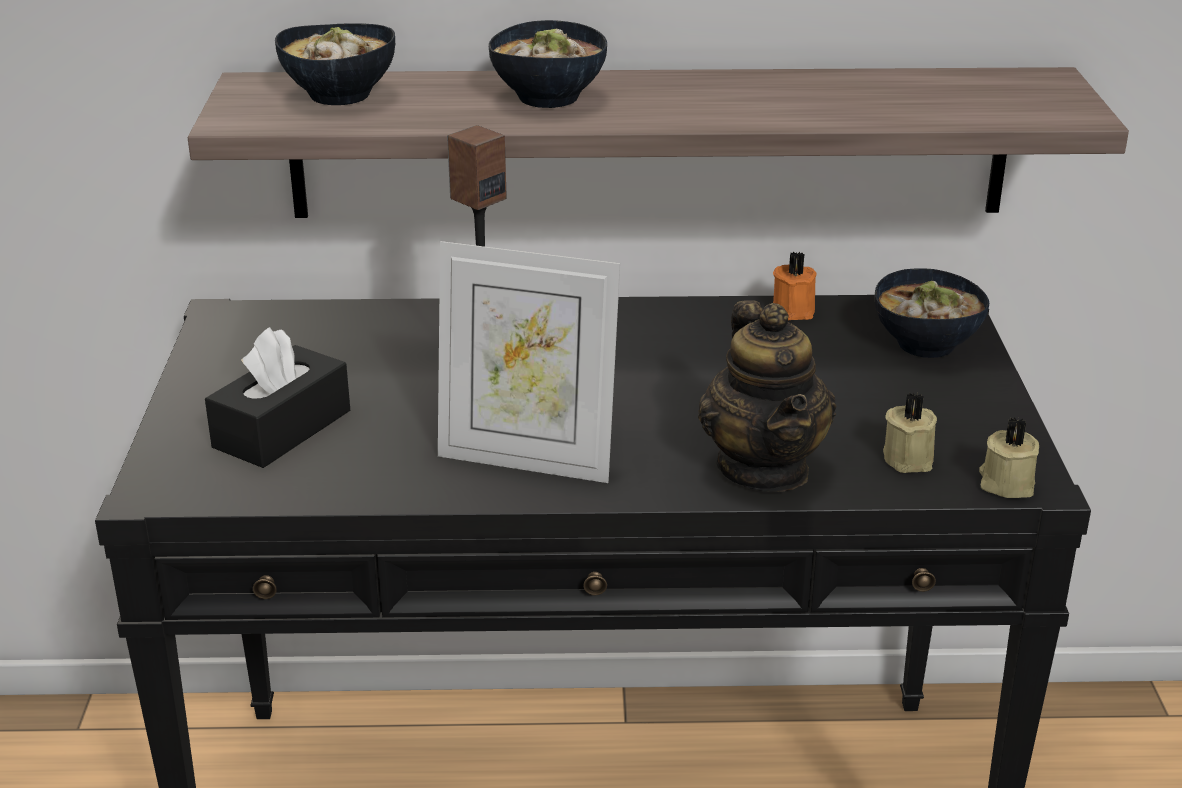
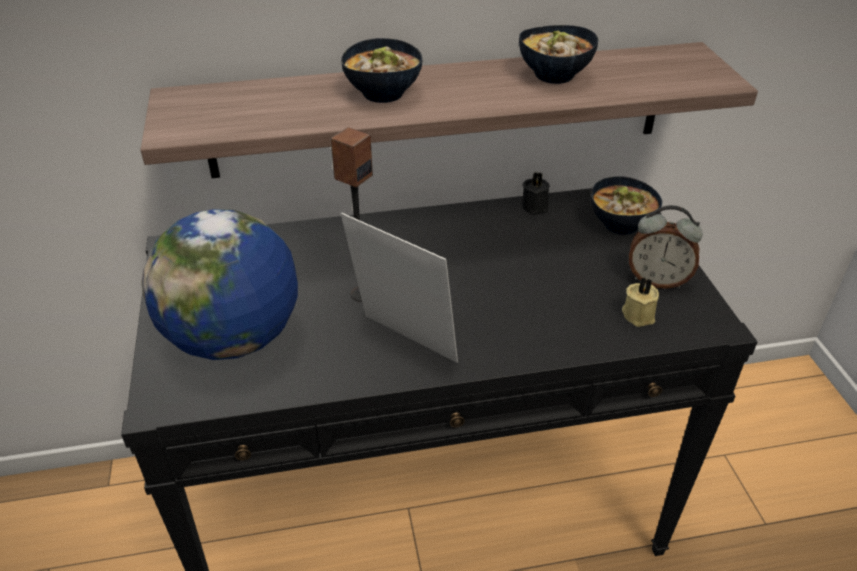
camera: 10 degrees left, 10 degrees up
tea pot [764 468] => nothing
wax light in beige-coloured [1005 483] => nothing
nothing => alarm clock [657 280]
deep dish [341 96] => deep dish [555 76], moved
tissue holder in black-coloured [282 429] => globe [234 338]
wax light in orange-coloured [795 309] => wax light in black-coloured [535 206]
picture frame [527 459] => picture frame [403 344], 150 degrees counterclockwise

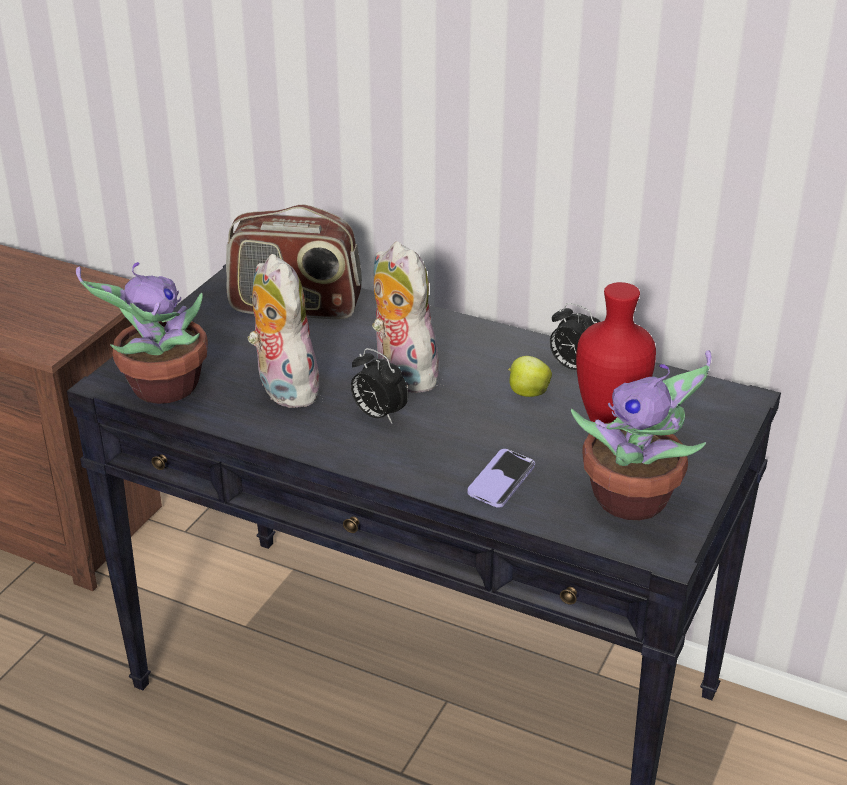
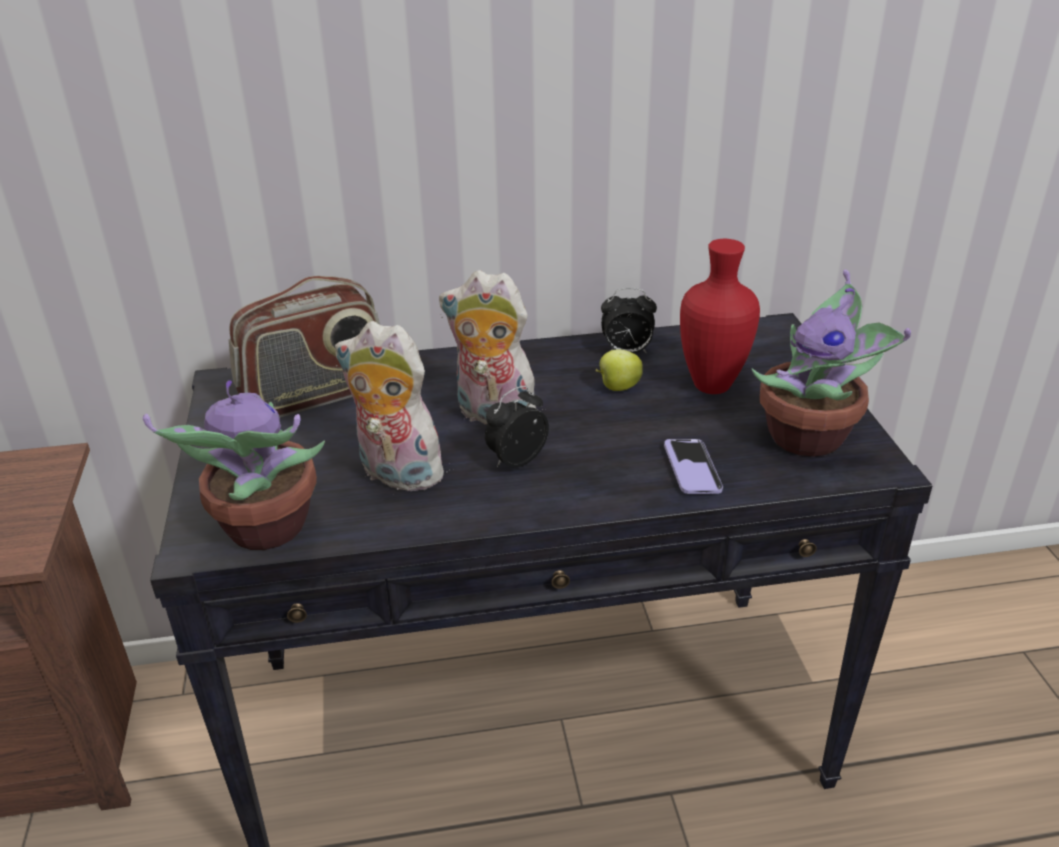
camera: 35 degrees left, 0 degrees up
alarm clock [378 415] => alarm clock [516 460], 135 degrees clockwise

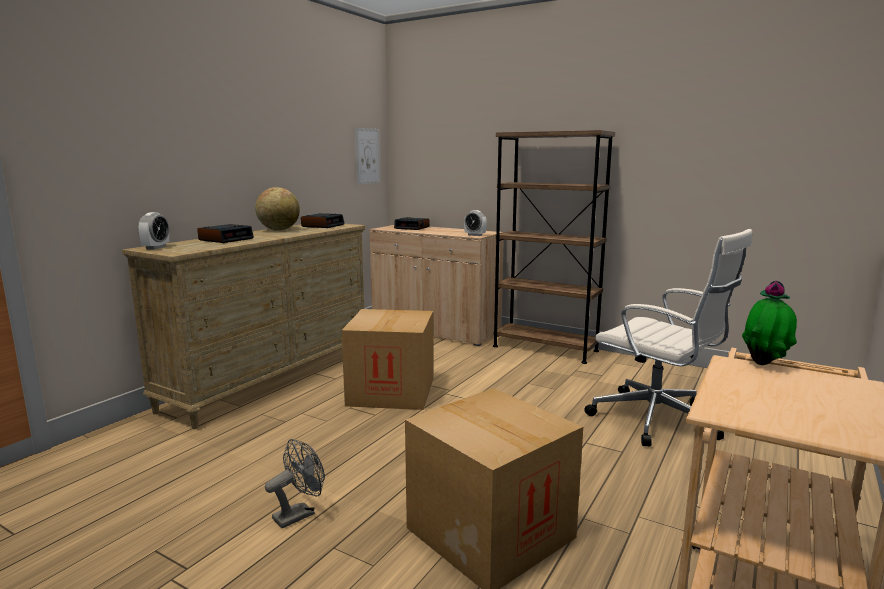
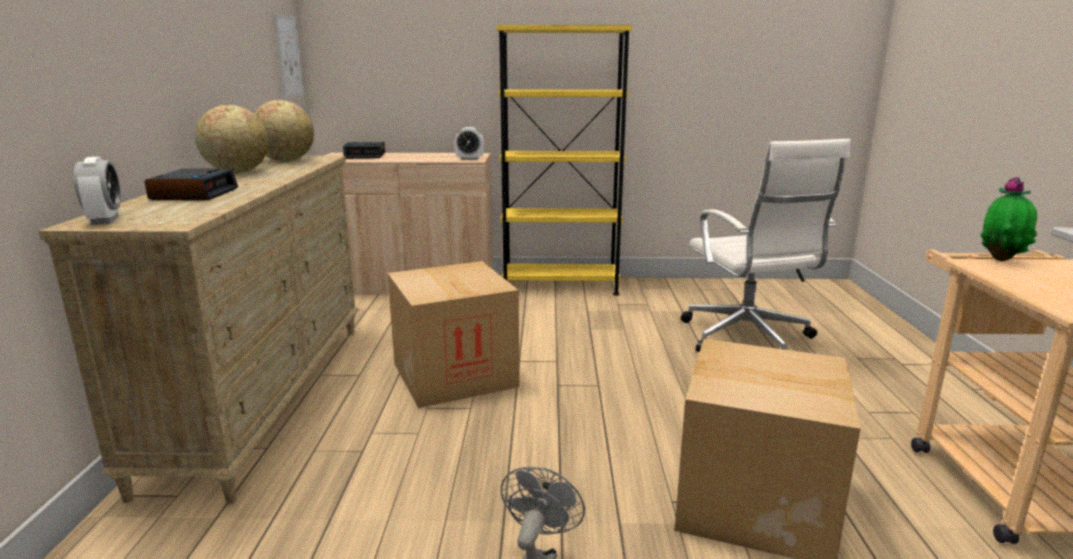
camera: 30 degrees left, 5 degrees up
alarm clock [322 225] => globe [285 161]
bookshelf in brownish [545 348] => bookshelf in yellow [560 286]
office chair in whitish [658 420] => office chair in whitish [747 339], 60 degrees clockwise

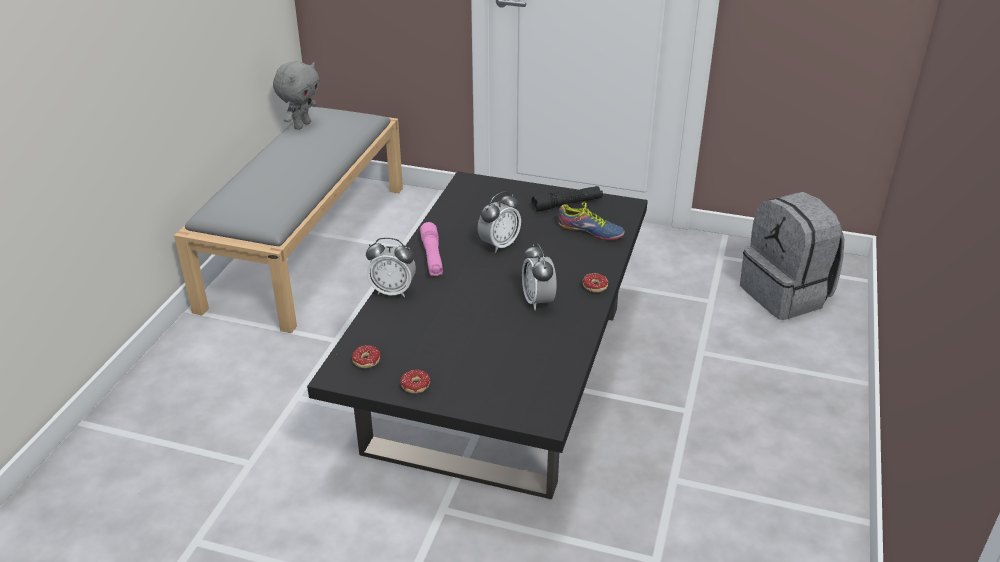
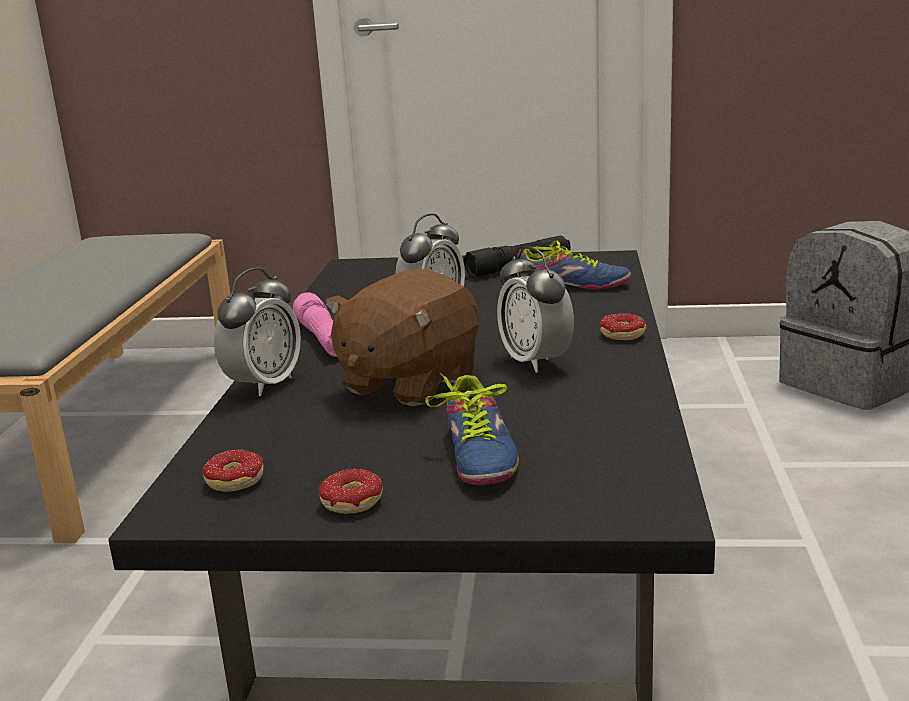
camera: 10 degrees left, 15 degrees down
plush toy in gray [302 125] => nothing
nothing => plush toy in brownish [408 383]
nothing => shoe [473 455]
alarm clock [393 291] => alarm clock [264 385], 60 degrees counterclockwise

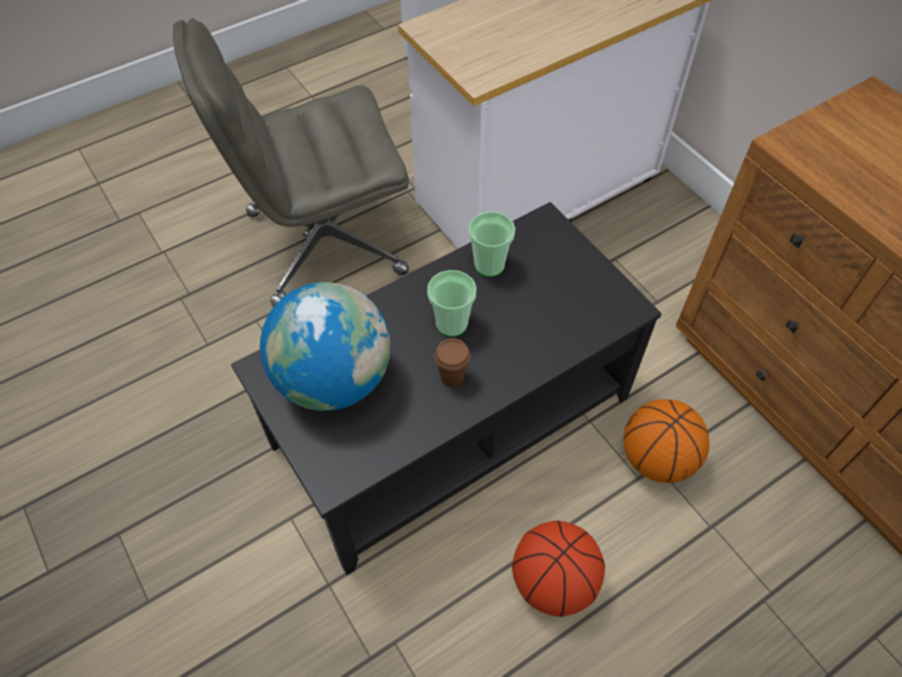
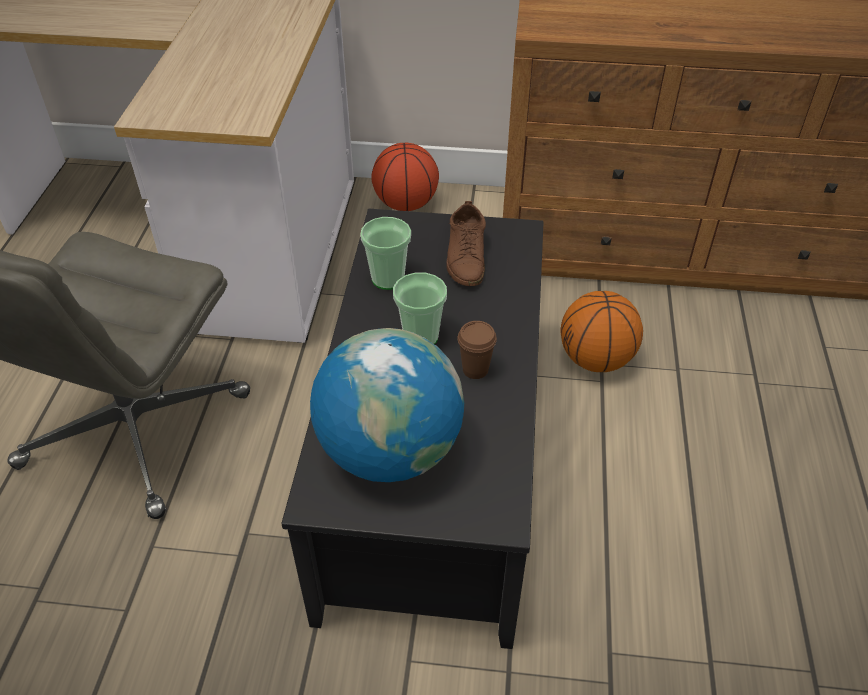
camera: 50 degrees left, 10 degrees down
nothing => shoe in brownish [466 256]
basketball ball [553 581] => basketball ball [405 204], moved

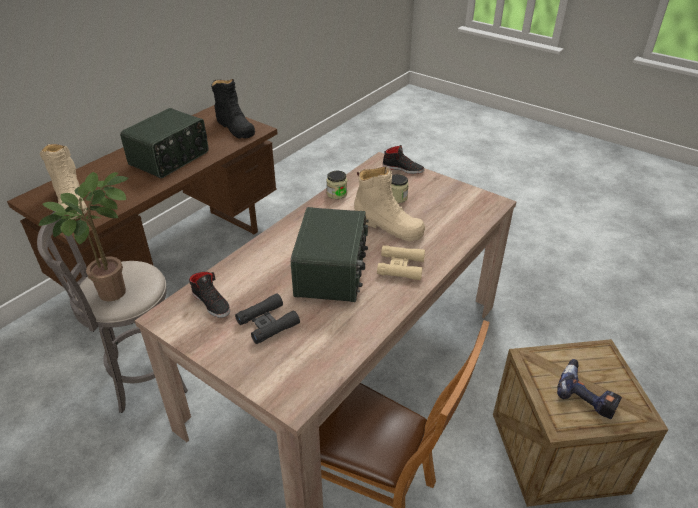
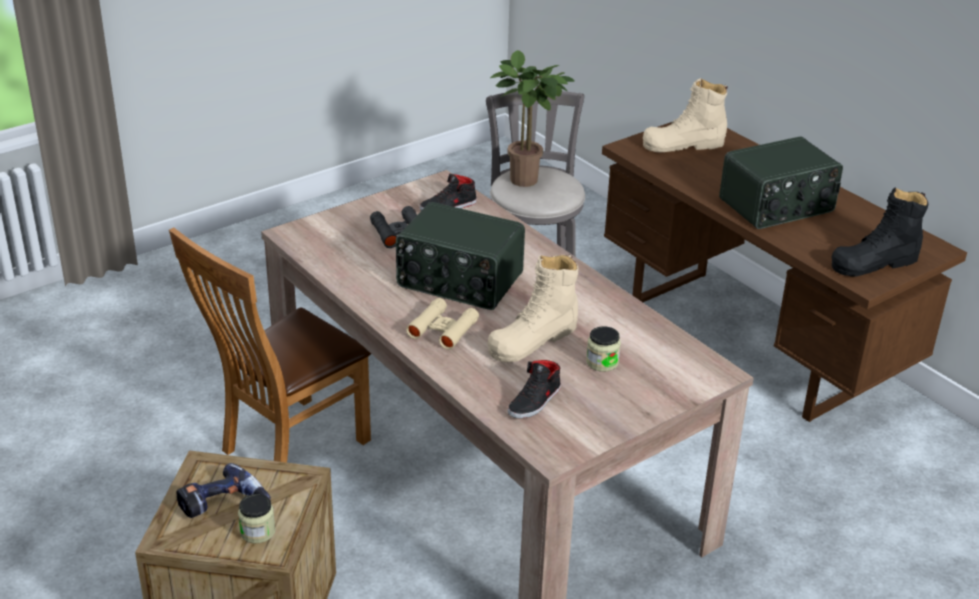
camera: 105 degrees right, 5 degrees down
preserve jar [337 193] => preserve jar [257 532], moved
shoe in black-coloured [403 168] => shoe in black-coloured [535 402], moved
radio [170 159] => radio [777 206], 75 degrees counterclockwise

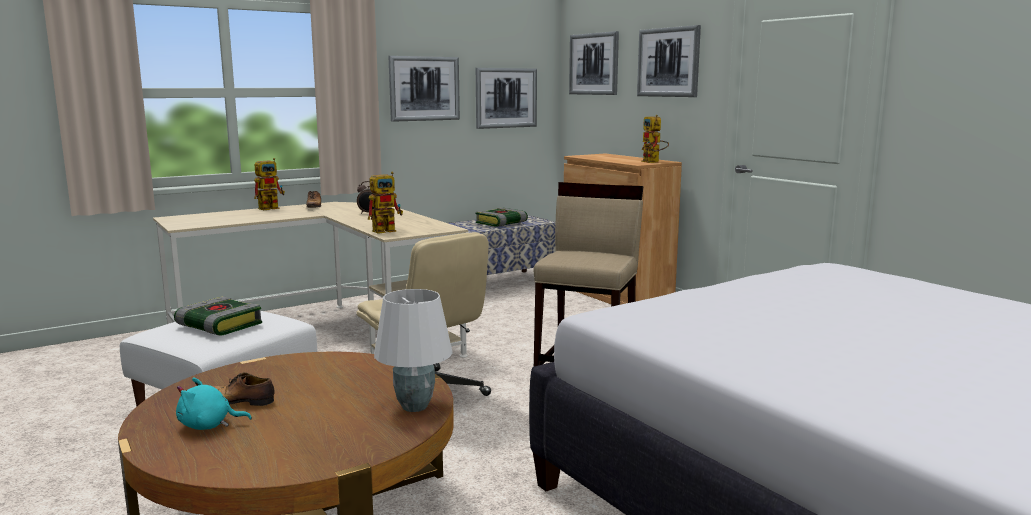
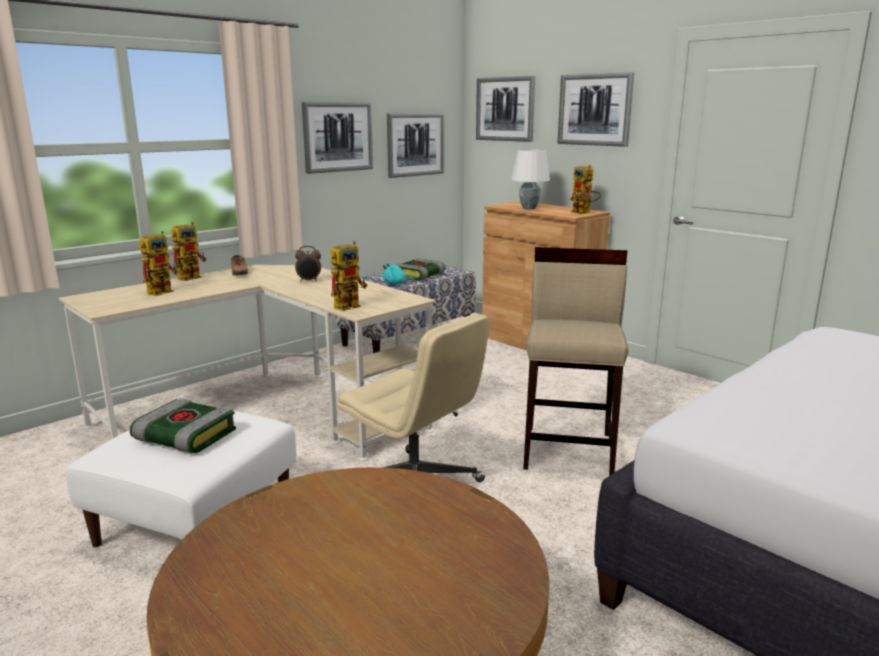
camera: 10 degrees left, 5 degrees up
shoe [239 401] => nothing
nothing => robot figure [163 291]
plush toy in blue-green [209 425] => plush toy in blue-green [395 284], moved
table lamp in whitish [415 407] => table lamp in whitish [529 208], moved

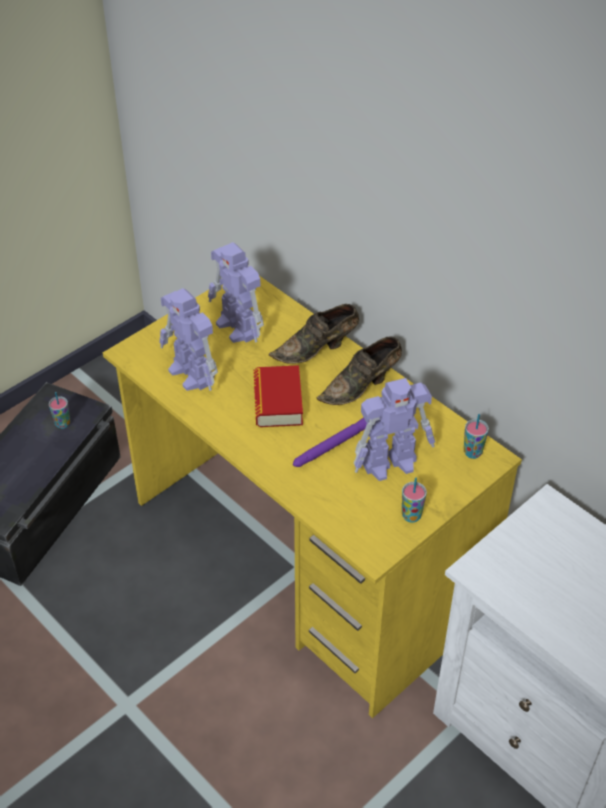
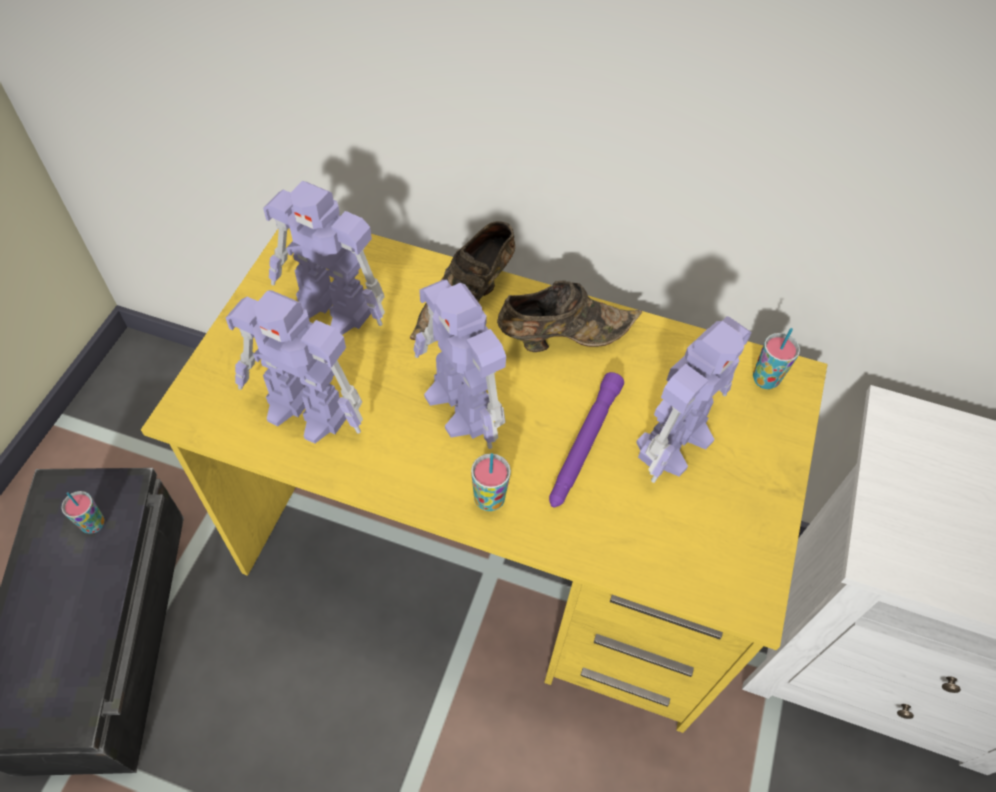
camera: 30 degrees left, 10 degrees up
drinking cup [411 516] => drinking cup [489 499], moved
volume [278 402] => robot figure [462 407]
shoe in brownish [362 386] => shoe in brownish [562 337], 135 degrees counterclockwise

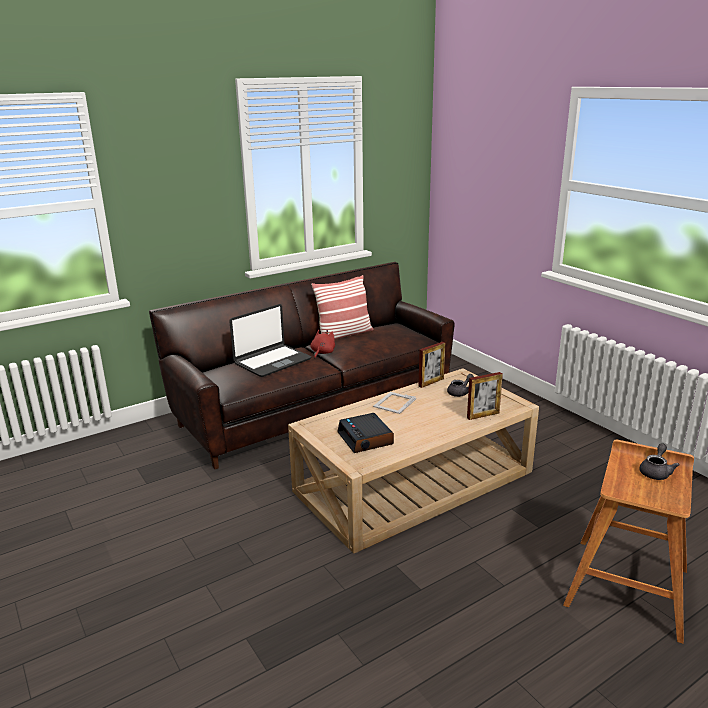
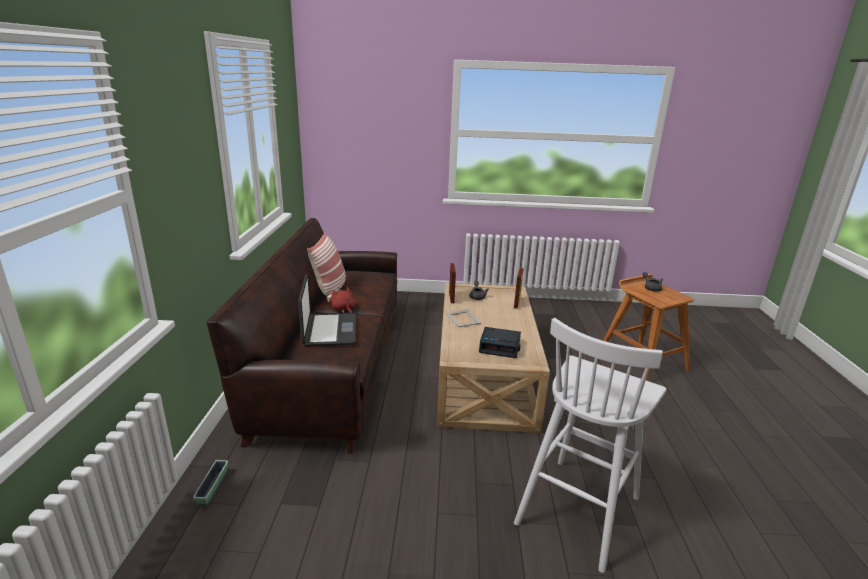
camera: 55 degrees left, 0 degrees up
nothing => planter [213 488]
nothing => sitting stool in whitish [579 509]

